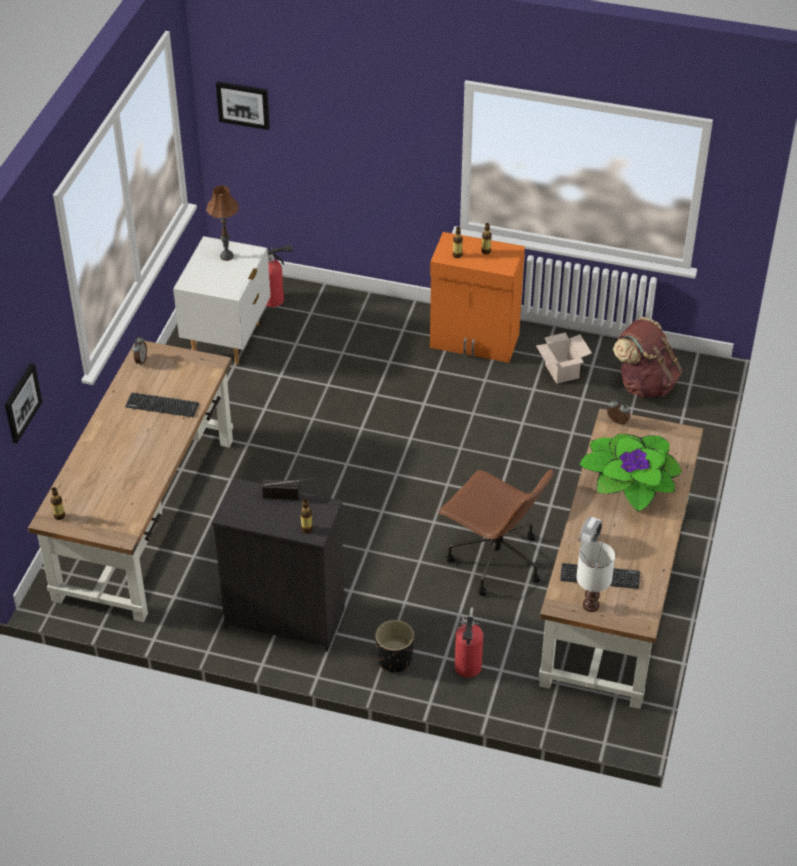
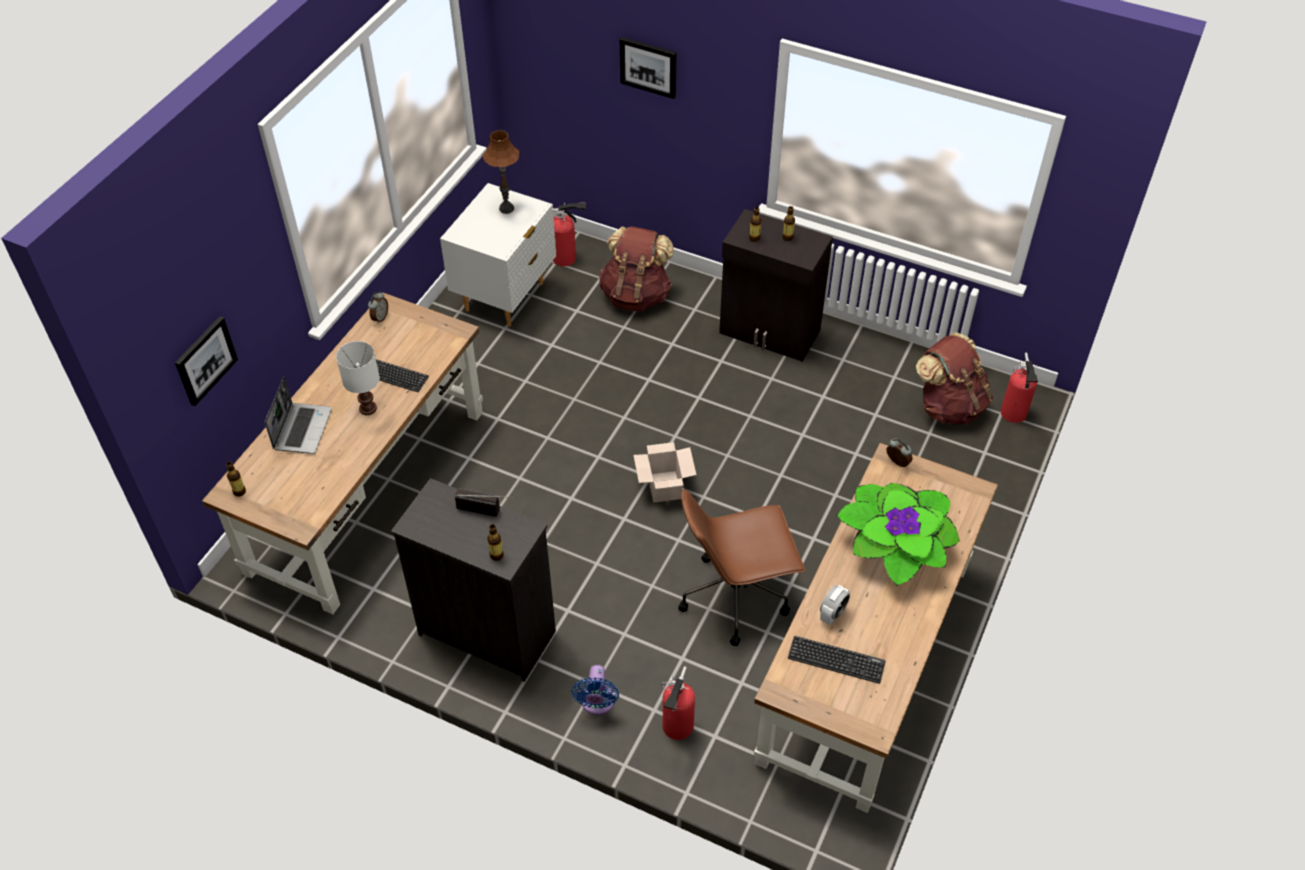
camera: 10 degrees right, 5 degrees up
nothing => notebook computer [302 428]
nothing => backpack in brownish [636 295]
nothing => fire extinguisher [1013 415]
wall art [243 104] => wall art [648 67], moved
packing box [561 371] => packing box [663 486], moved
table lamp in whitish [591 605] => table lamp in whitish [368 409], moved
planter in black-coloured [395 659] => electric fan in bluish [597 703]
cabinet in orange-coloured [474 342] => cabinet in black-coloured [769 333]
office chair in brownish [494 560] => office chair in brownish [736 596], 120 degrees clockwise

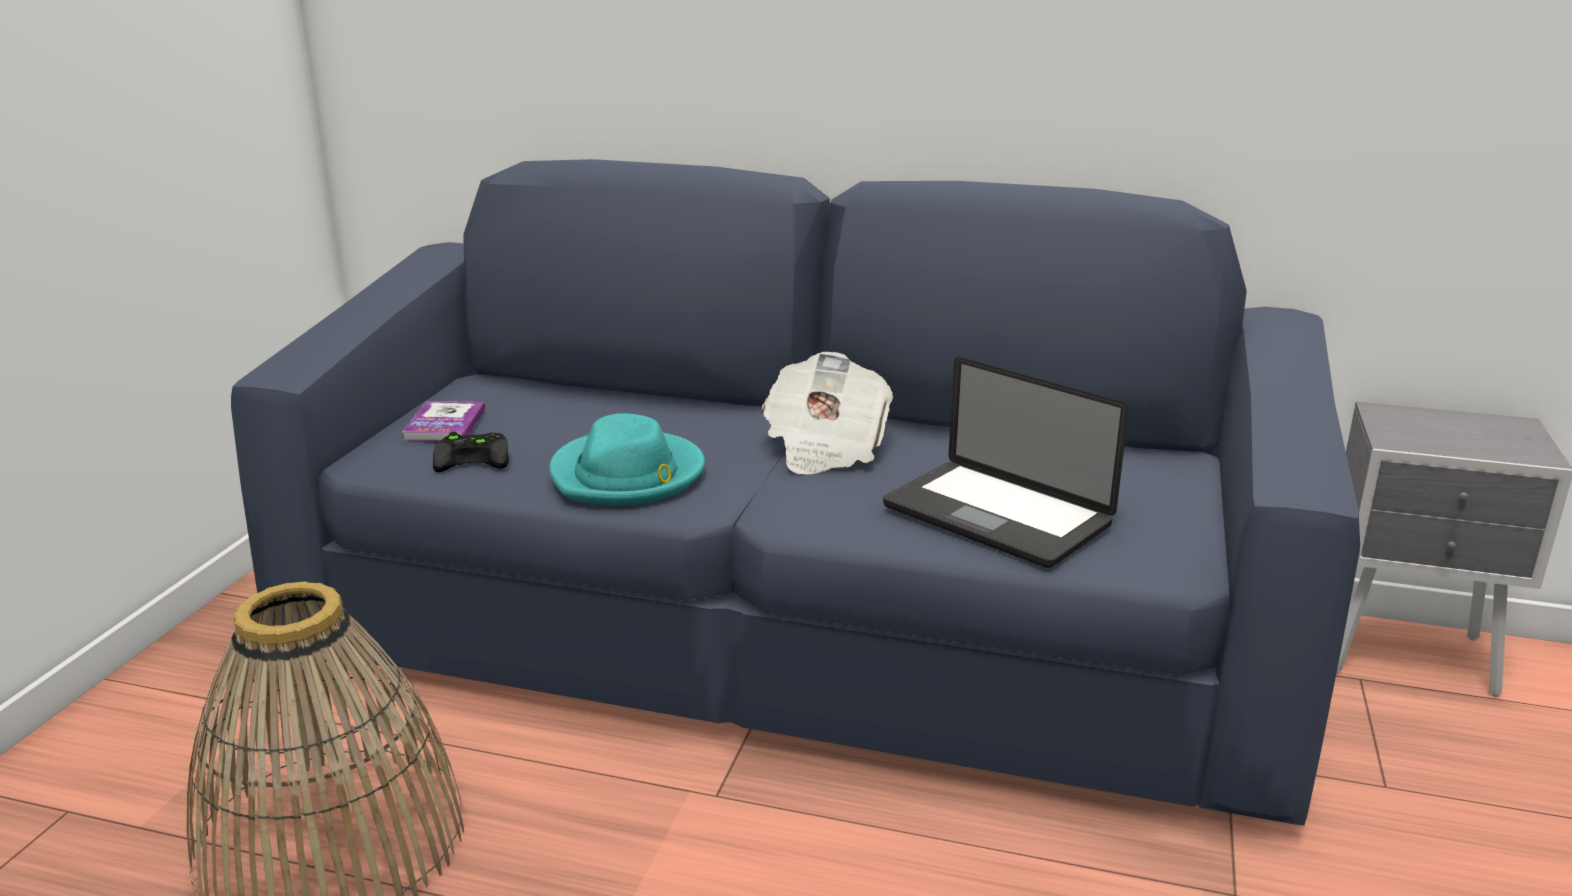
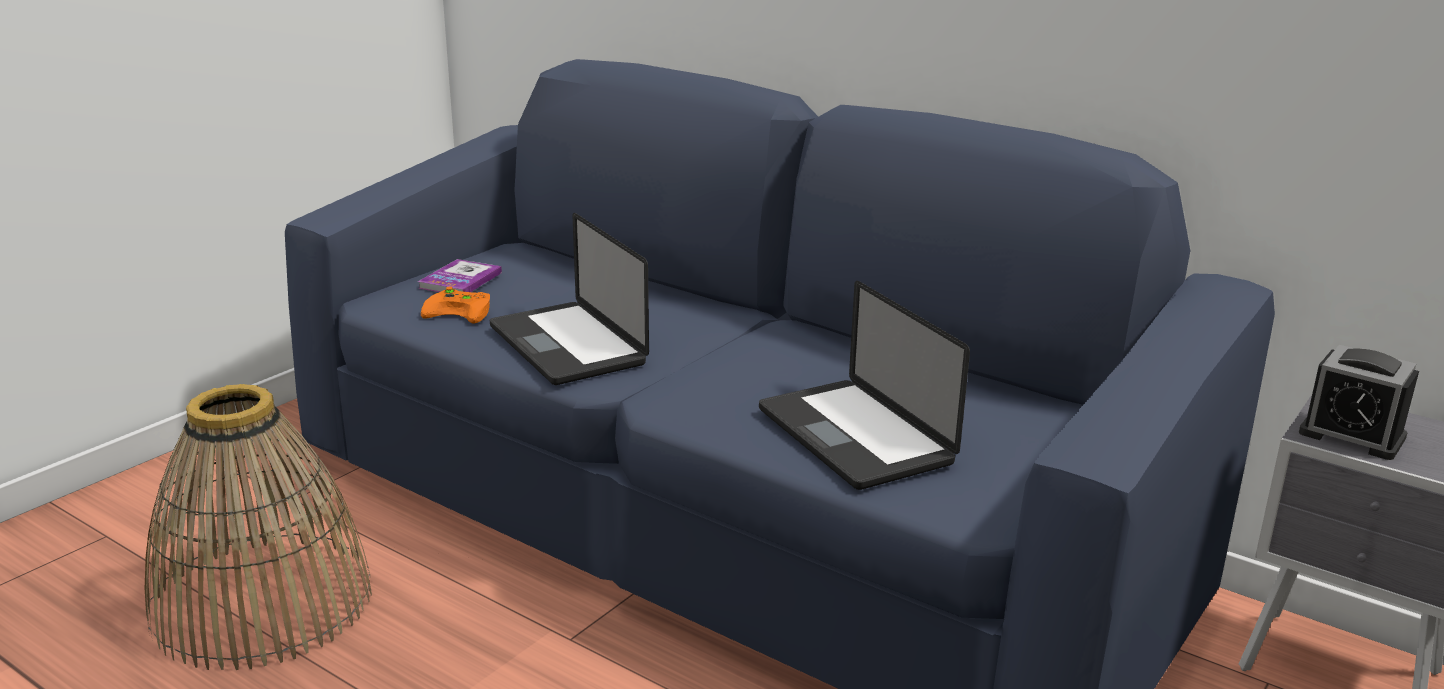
camera: 20 degrees right, 0 degrees up
daily paper [824 447] => nothing
nothing => alarm clock [1352 435]
wearable hat in blue-green [628 475] => notebook computer [567 345]
gamepad in black-coloured [475 457] => gamepad in orange-coloured [461 311]

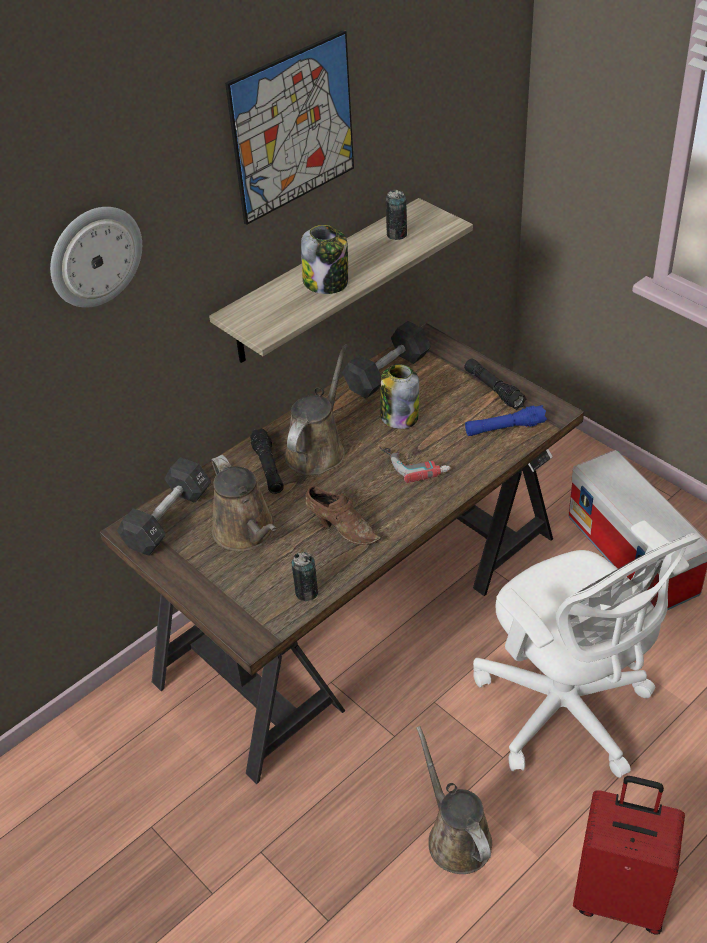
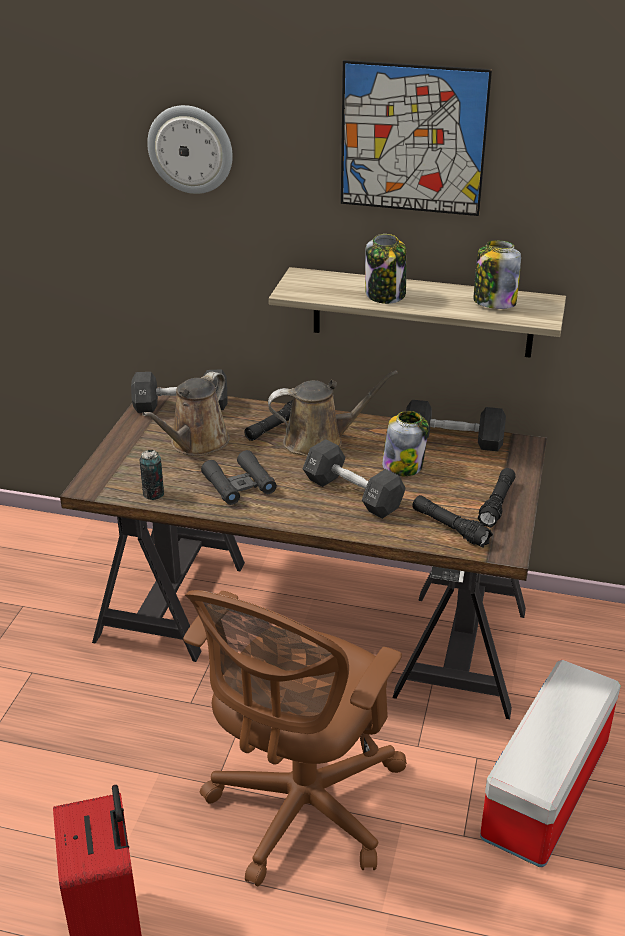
camera: 55 degrees right, 10 degrees down
watering pot in brownish [456 837] => nothing
shoe in brownish [341 528] => field glasses in black-coloured [239 484]
drill [415 462] => hand weight in black-coloured [353 494]
sealed can [396 235] => preserve jar [493 302]
torch in bluish [504 428] => torch in black-coloured [450 528]
office chair in whitish [567 712] => office chair in brownish [300 812]

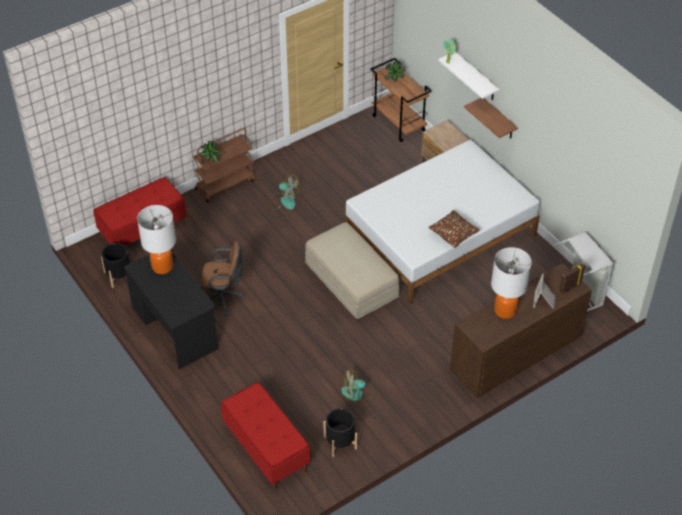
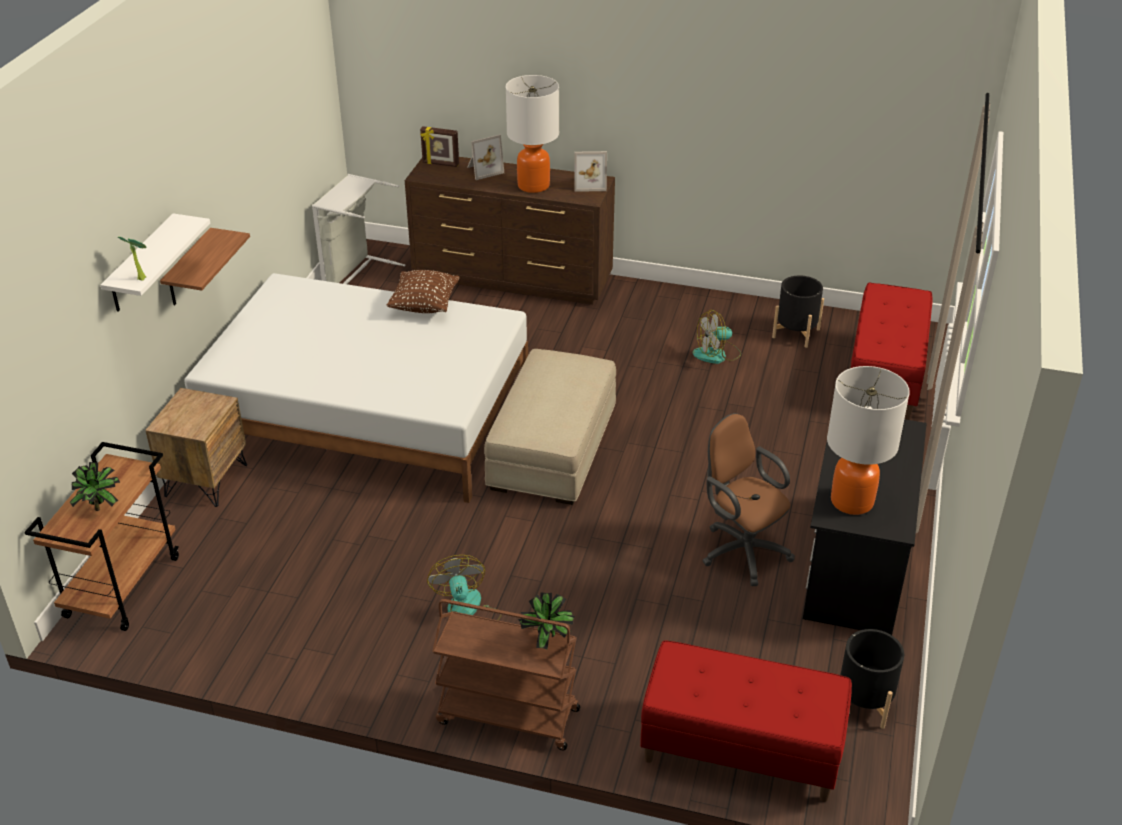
camera: 130 degrees left, 10 degrees down
nothing => picture frame [589 183]
electric fan [357 393] => electric fan [717 354], 120 degrees clockwise

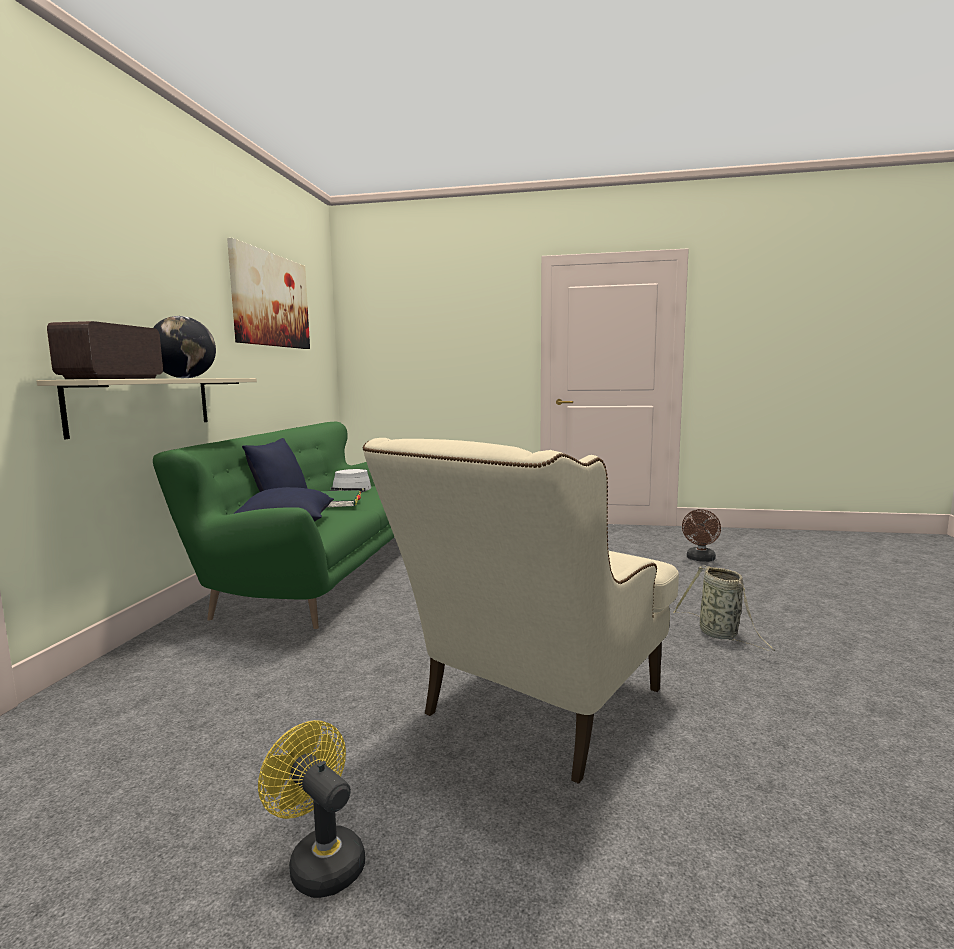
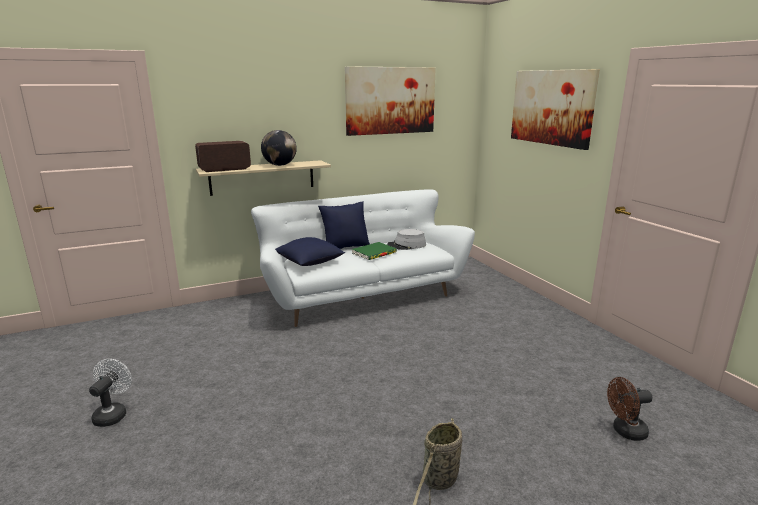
camera: 55 degrees right, 10 degrees up
armchair in beige-coloured [531 713] => nothing
nothing => wall art [551 107]
sofa in greenish [318 575] => sofa in whitish [361 295]
electric fan in yellow [320 860] => electric fan in whitish [113 414]

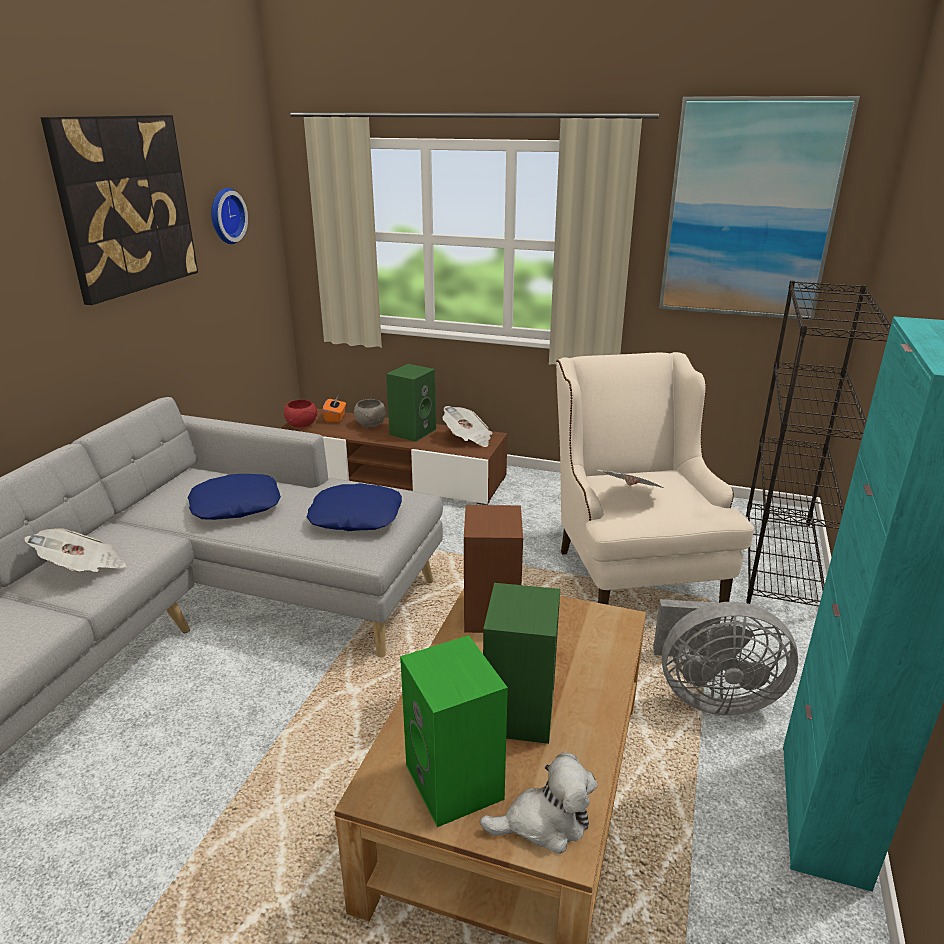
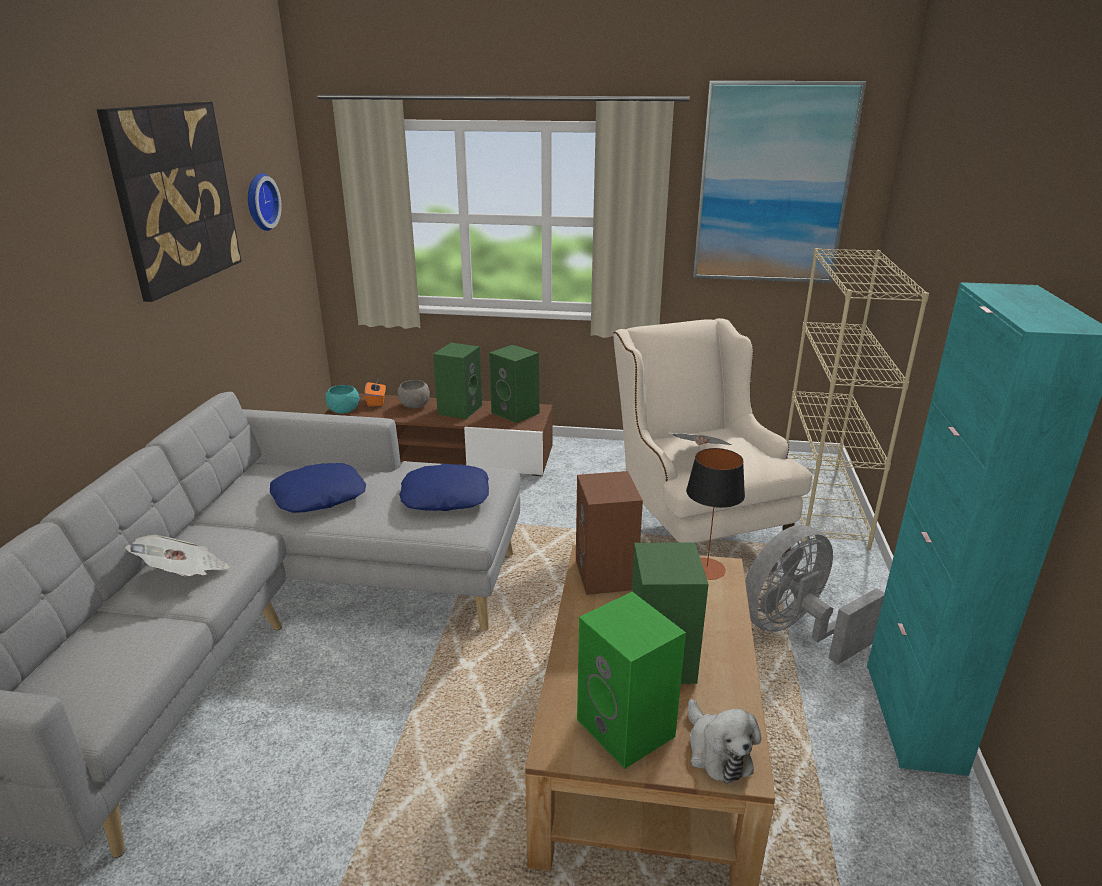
camera: 10 degrees left, 0 degrees up
nothing => table lamp [706 569]
daily paper [468 439] => audio speaker in greenish [516 413]
deep dish in red [301 425] => deep dish in blue-green [343 411]
bookshelf in black-coloured [781 561] => bookshelf in beige-coloured [822 504]
plush toy [544 823] => plush toy [717 751], 90 degrees clockwise
electric fan in gray [711 696] => electric fan in gray [795 630], 150 degrees clockwise

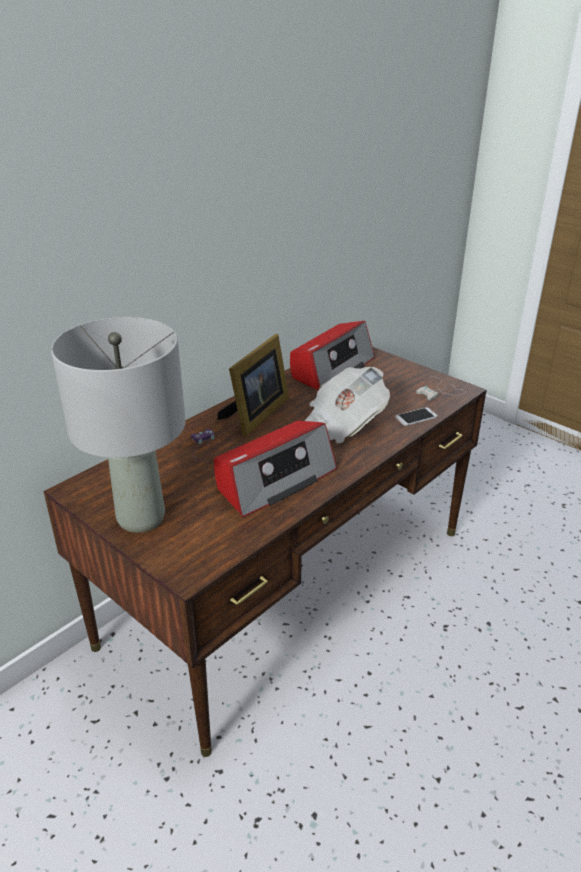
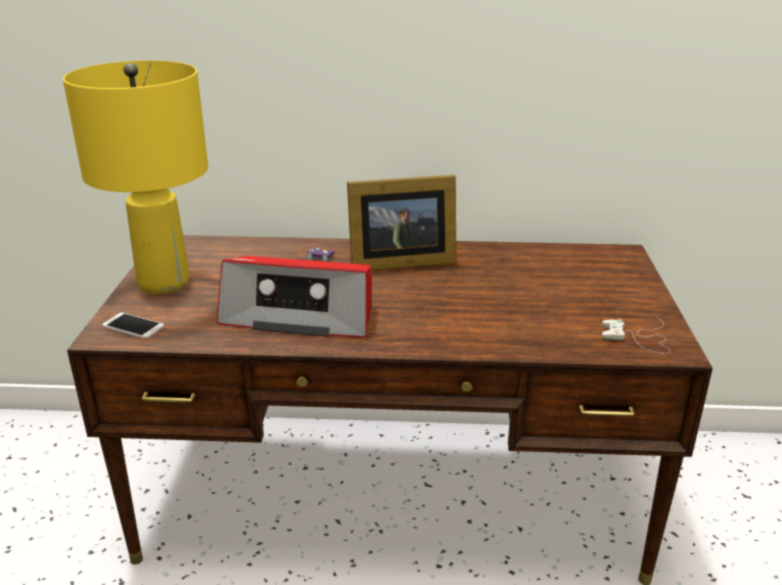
camera: 50 degrees right, 5 degrees down
radio [331 368] => nothing
daily paper [341 424] => nothing
handset [416 417] => handset [133 326], moved
table lamp in gray [140 518] => table lamp in yellow [163 283]

